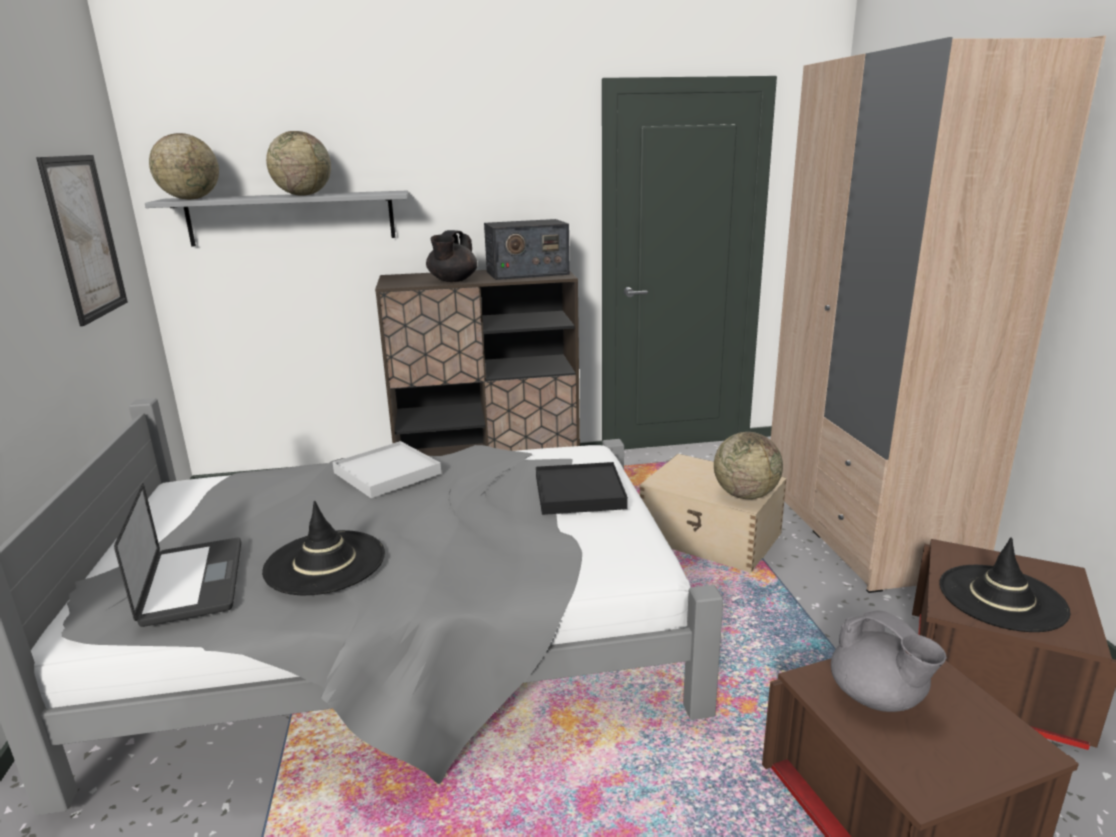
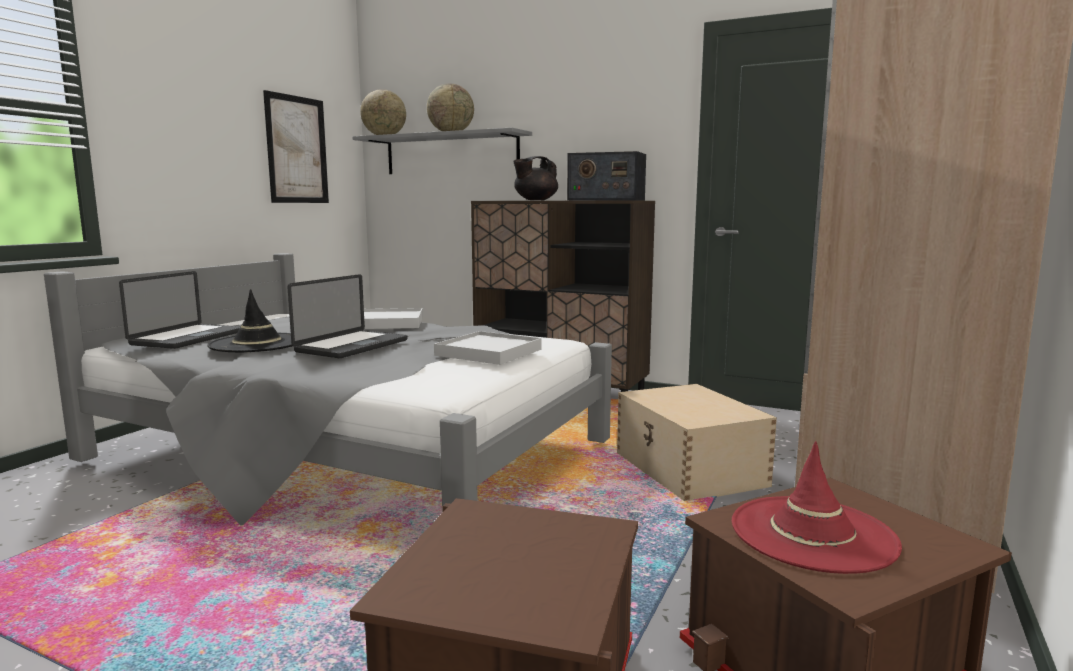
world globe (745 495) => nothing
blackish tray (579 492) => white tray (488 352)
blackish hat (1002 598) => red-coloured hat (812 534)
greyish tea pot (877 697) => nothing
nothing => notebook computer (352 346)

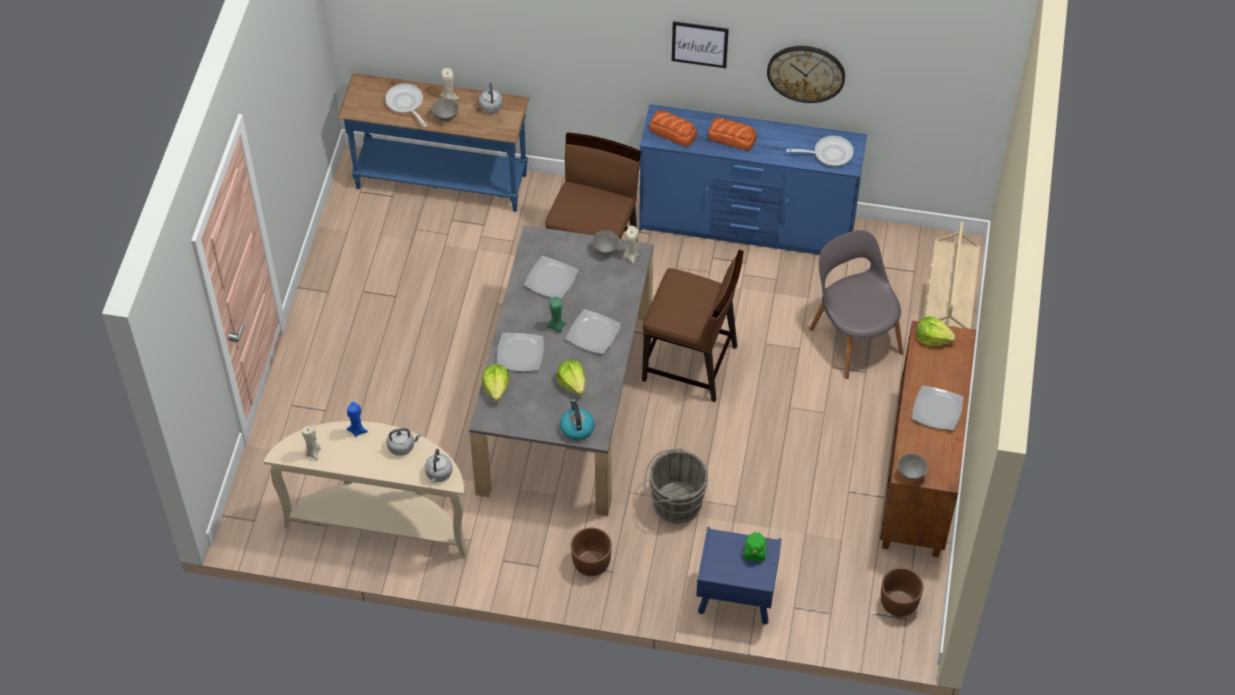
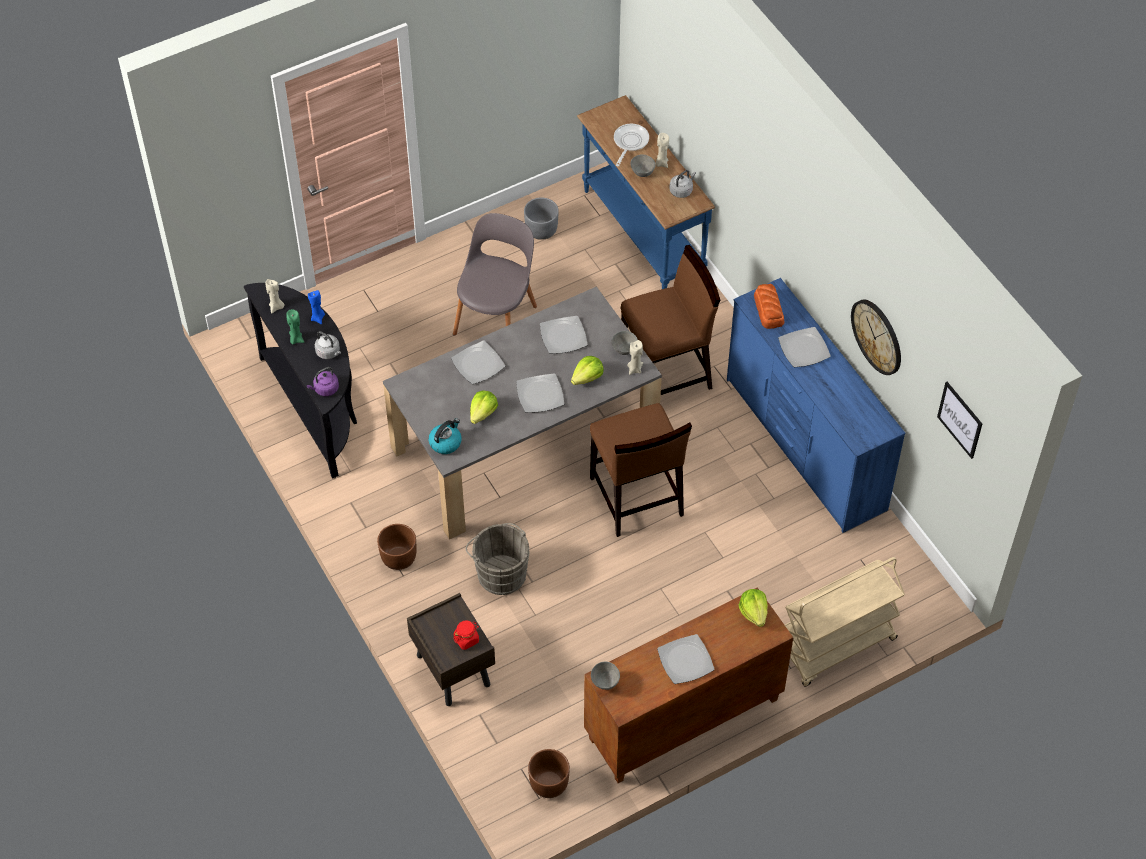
wall picture (699 44) => wall picture (960 419), moved
baked bread (731 137) => plate (804 348)
pan (829 154) => nothing
greyish chair (854 337) => greyish chair (496 317), moved
green-coloured wax candle (556 327) => green-coloured wax candle (296 339), moved
lettuce head (496 388) => lettuce head (587 377), moved
beige-coloured narrow table (381 521) => blackish narrow table (316 408)
greyish tea kettle (438 474) => purple tea kettle (325 389)
blue-coloured night table (735 597) => brownish night table (452 669)
green-coloured jar (754 552) => red-coloured jar (466 639)
nothing => greyish plant pot (541 230)

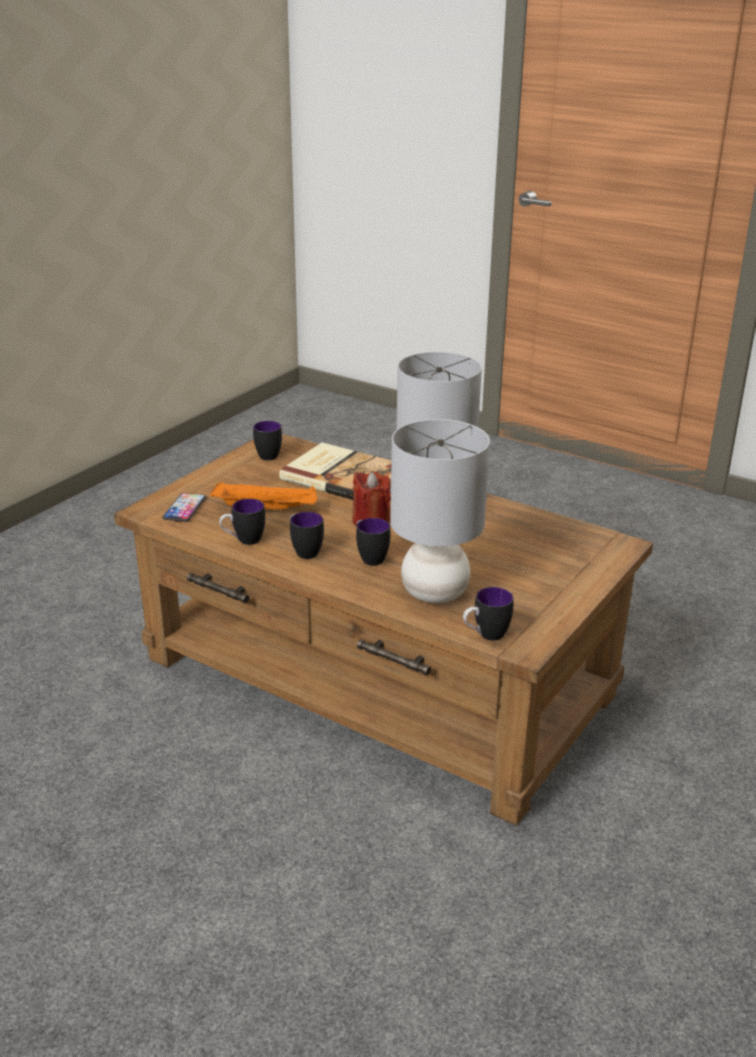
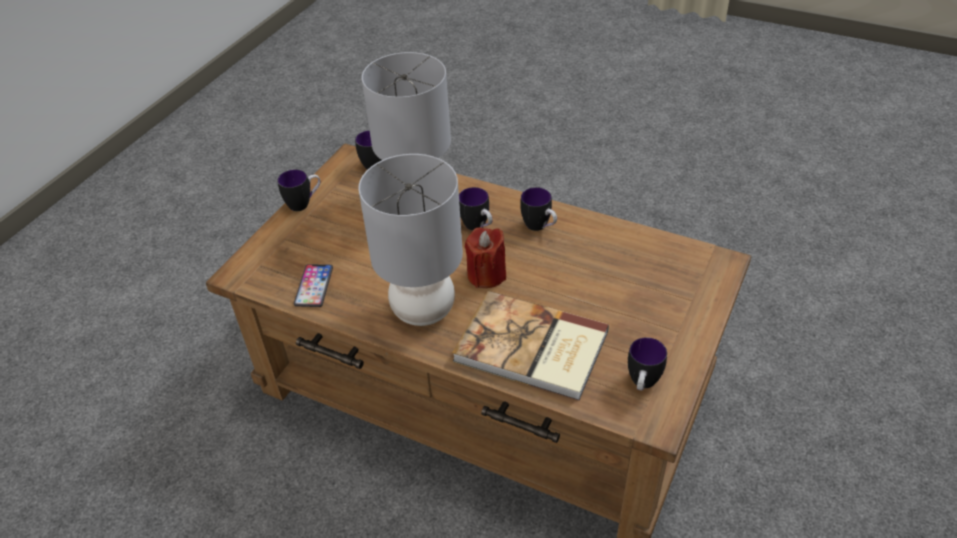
orange-coloured tray (267 511) => nothing
telephone (184 508) => telephone (314 286), moved
mug (243 541) => mug (304 203), moved

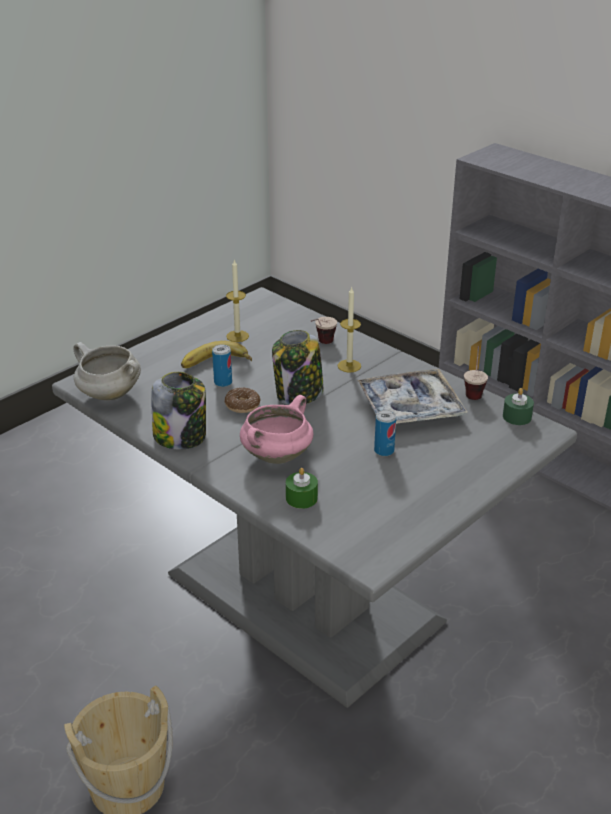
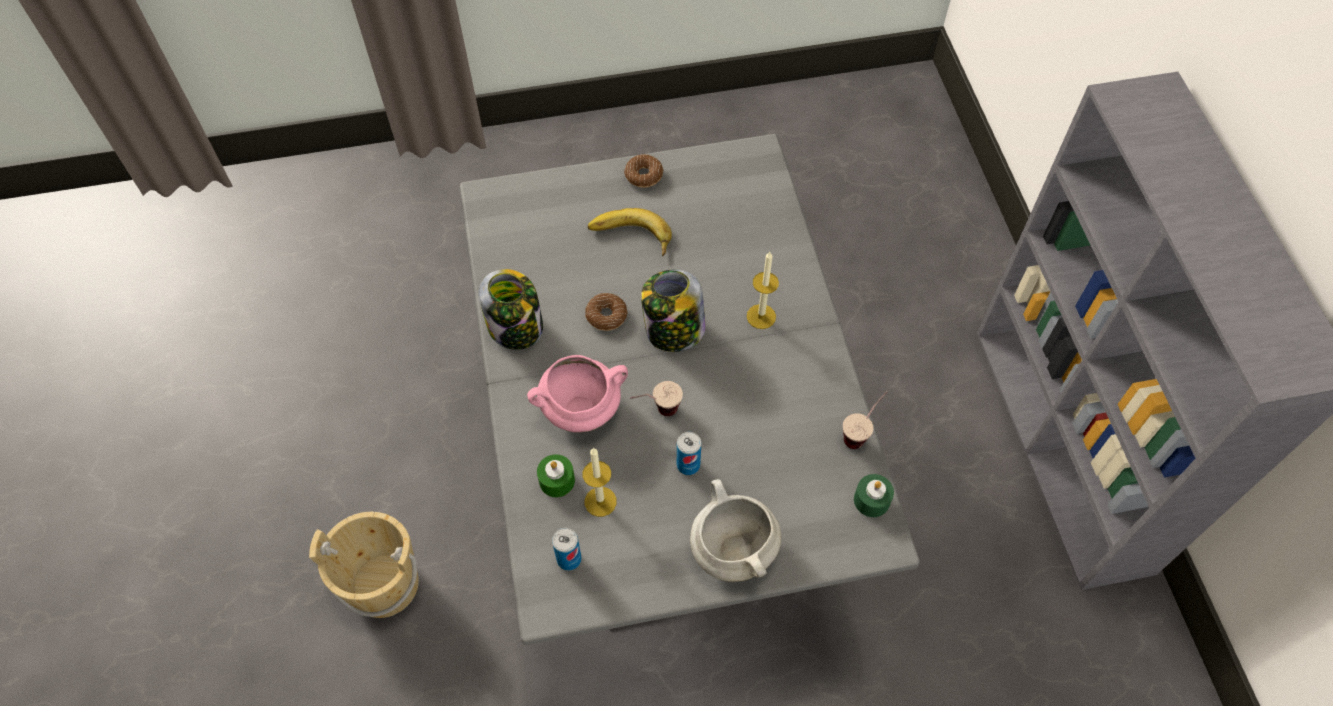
wax candle (237 336) => wax candle (600 501), moved
drinking cup (321 344) => drinking cup (656 412), moved
white saucepot (108 395) => white saucepot (732 549), moved
sealed can (223 382) => sealed can (569 559), moved
tray (410 407) => nothing
nothing => donut (644 175)

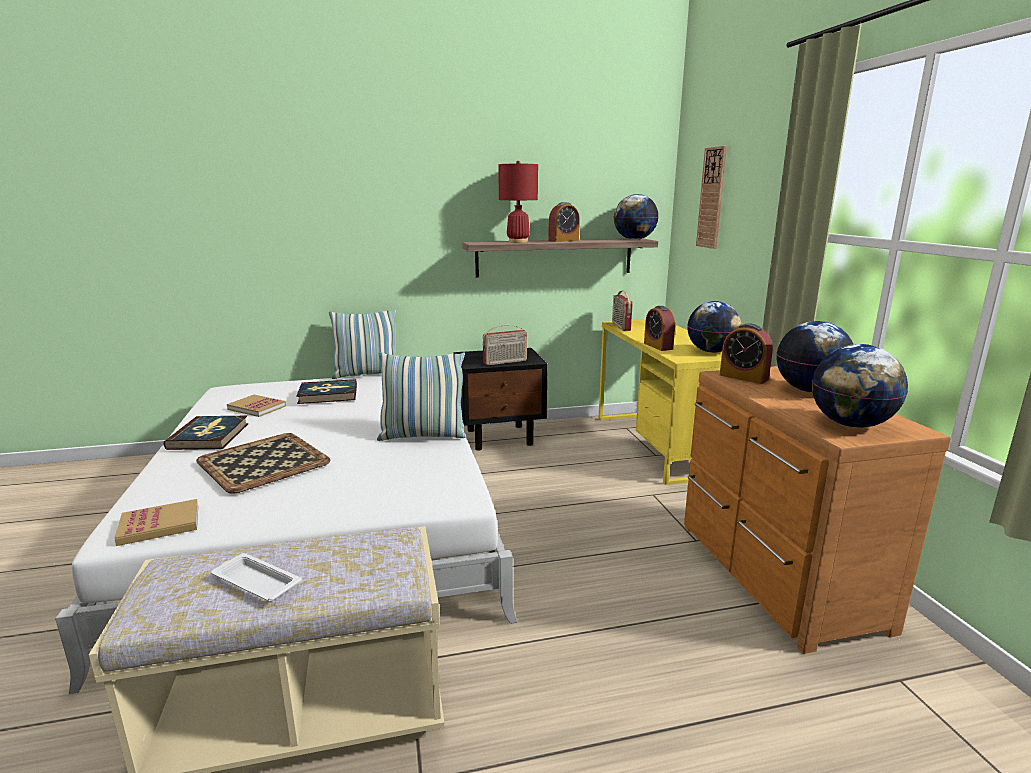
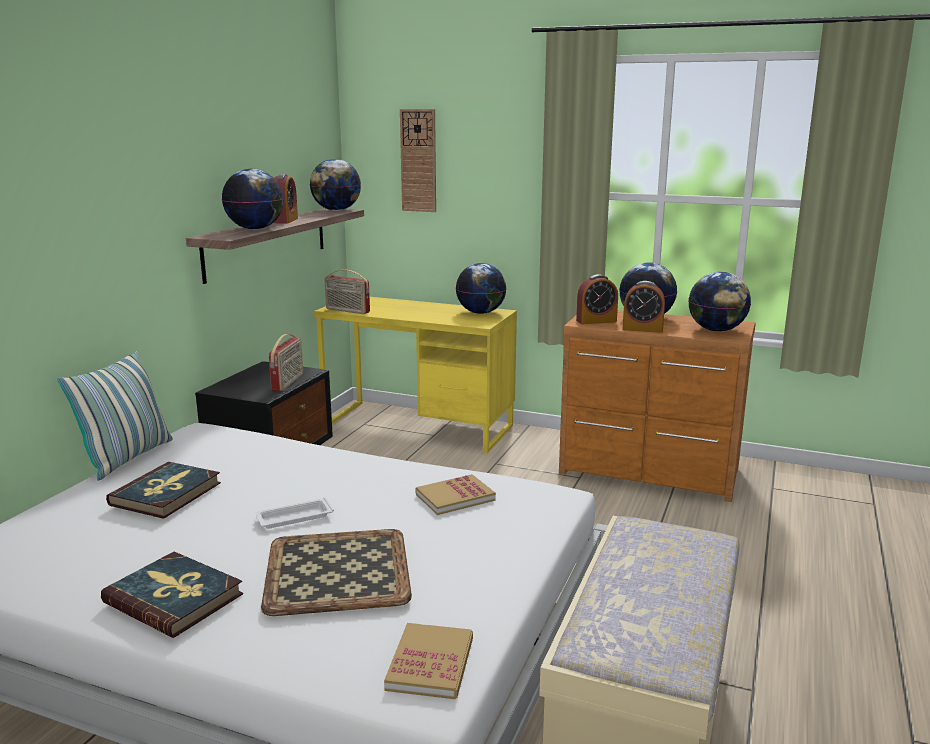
red-coloured lamp for a table (518 242) => world globe (255 229)
bedside clock (658 346) => bedside clock (642 329), moved
throw pillow (422 436) => nothing
book (257 408) => book (455 497), moved
white tray (255 582) => white tray (293 518), moved

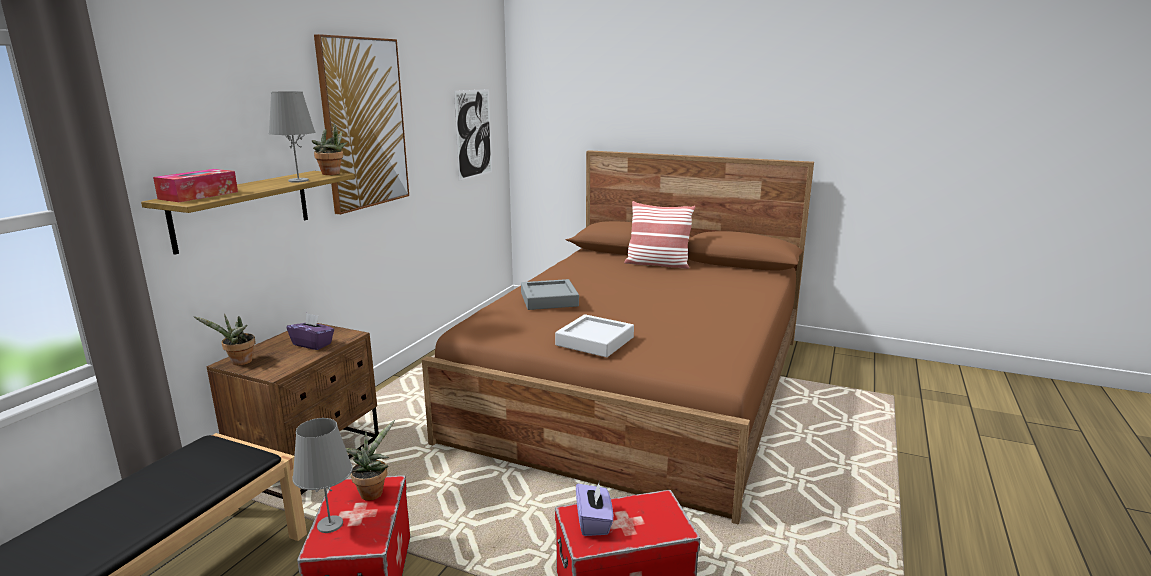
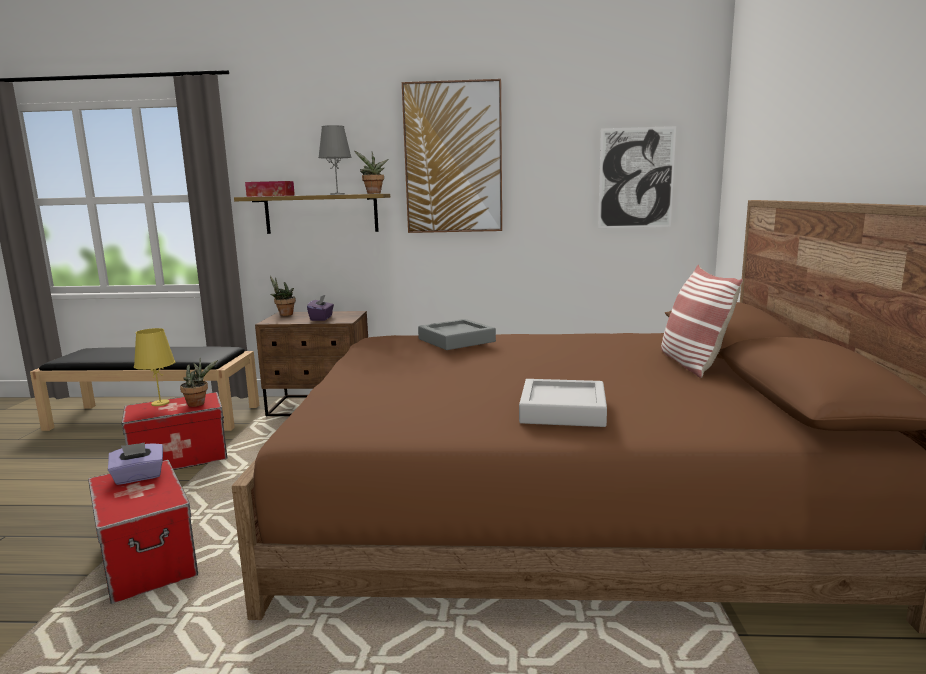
greyish tray (595 341) => greyish tray (563 410), moved
greyish lamp for a table (330 525) => yellowish lamp for a table (160 403)

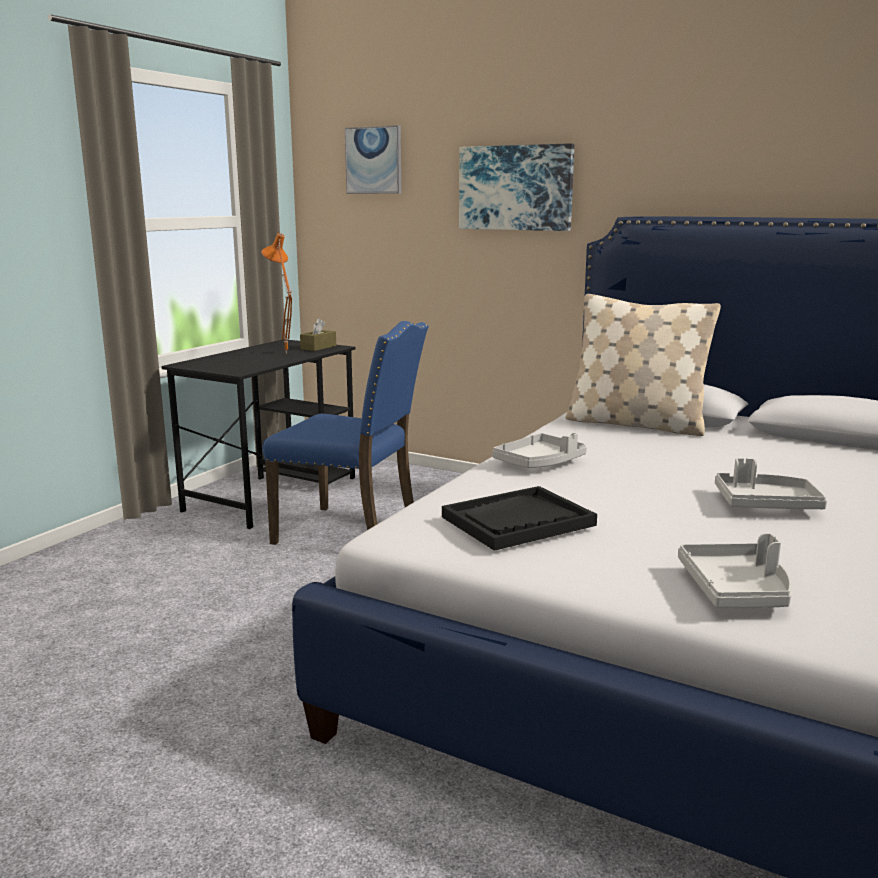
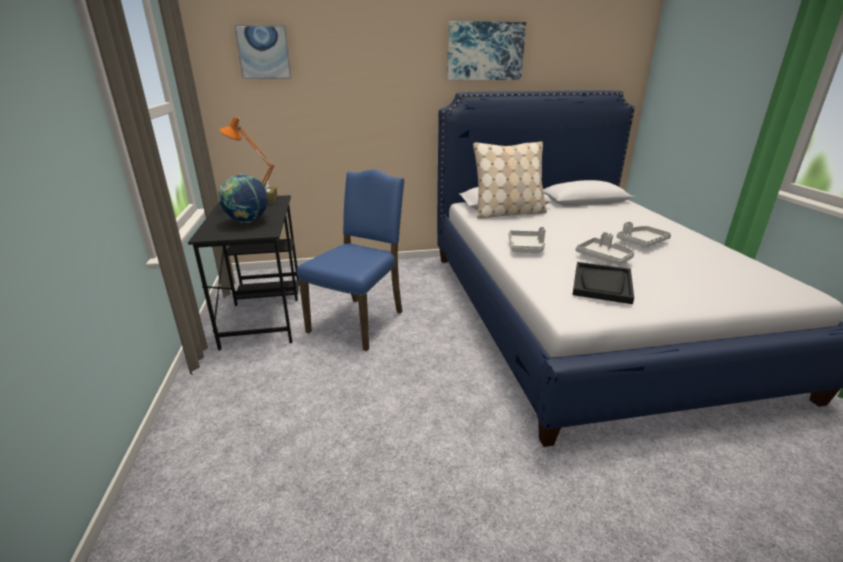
wall picture (516 188) => wall picture (485 51), moved
blue-coloured chair (351 533) => blue-coloured chair (359 321), 45 degrees counterclockwise
greyish tray (736 590) => greyish tray (604 257), moved
nothing => world globe (247 222)

